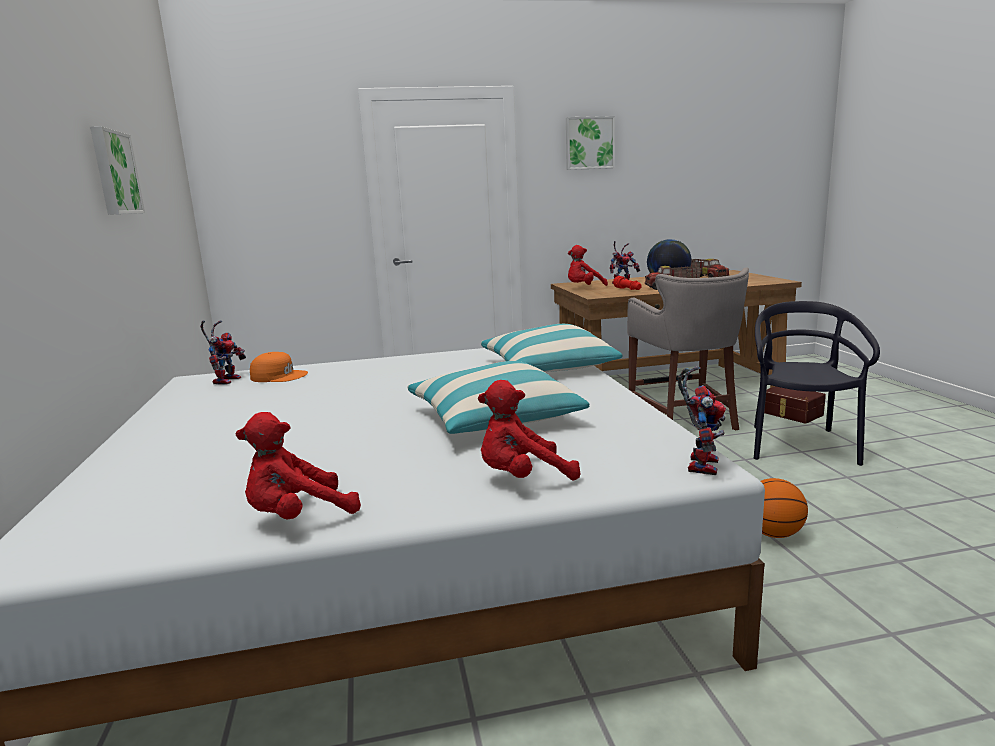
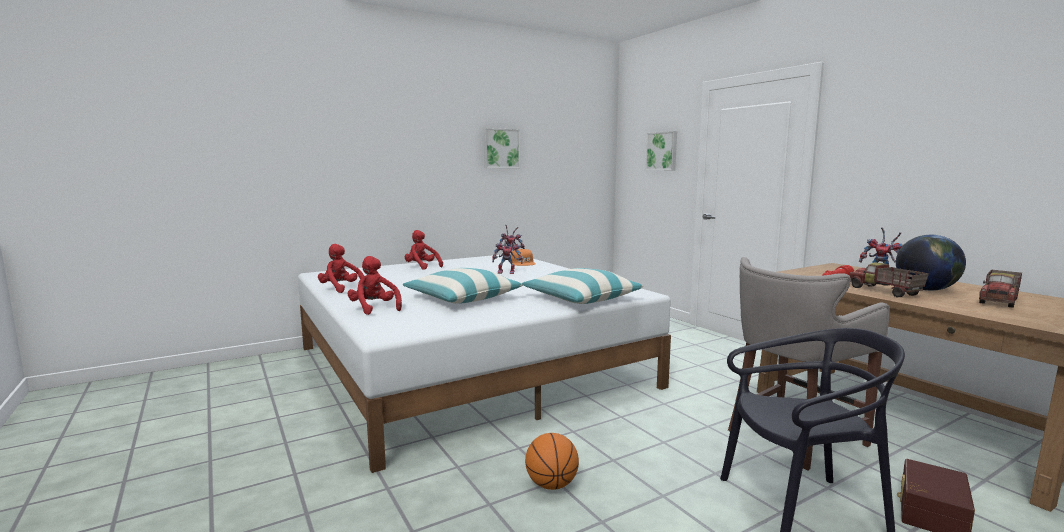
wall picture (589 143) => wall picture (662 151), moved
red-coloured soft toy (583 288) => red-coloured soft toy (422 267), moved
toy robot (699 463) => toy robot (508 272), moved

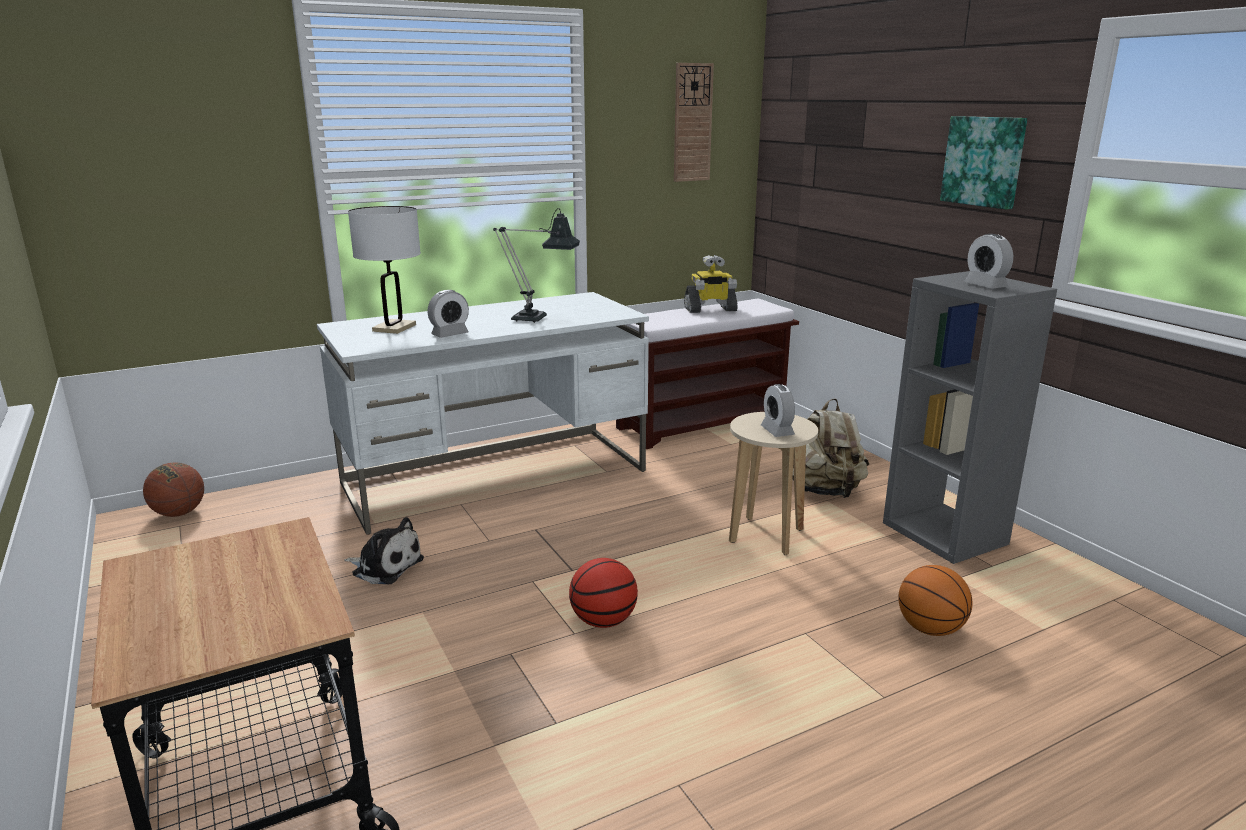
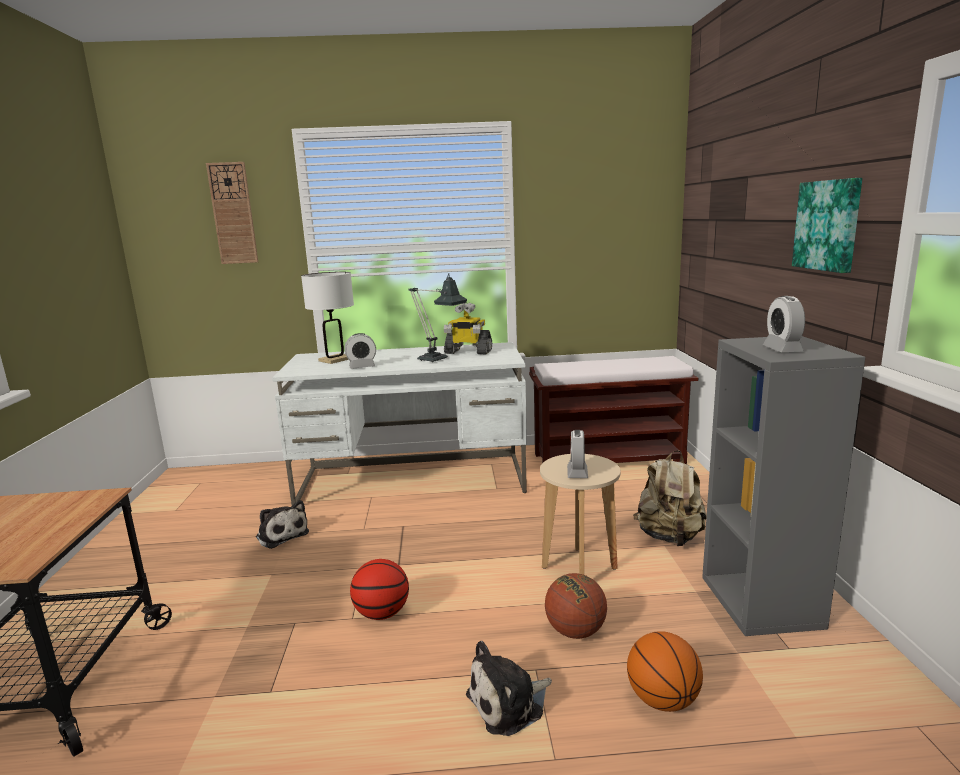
clock on the wall (692 123) => clock on the wall (233 213), moved
toy robot (710 309) => toy robot (468 352), moved
ball for basketball (179 513) => ball for basketball (575 631), moved
nothing => soft toy (509 703)

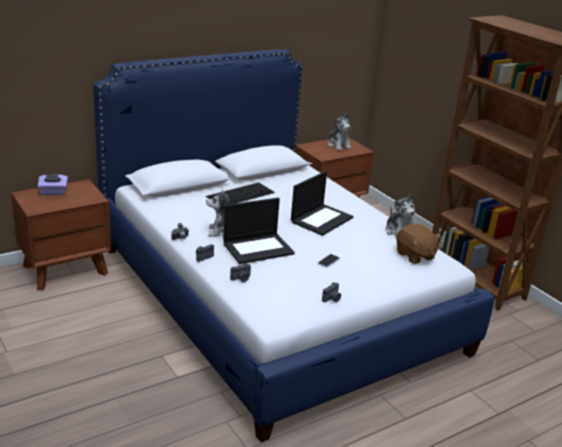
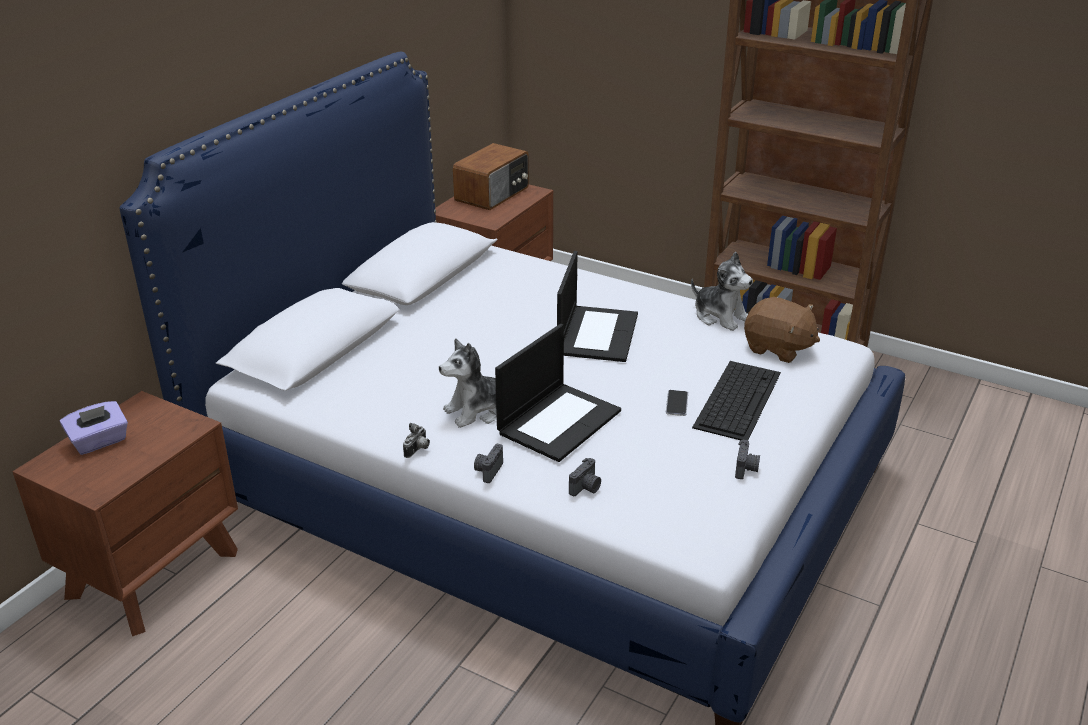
soft toy (338 145) => radio receiver (493 194)
computer keyboard (241 194) => computer keyboard (737 398), moved

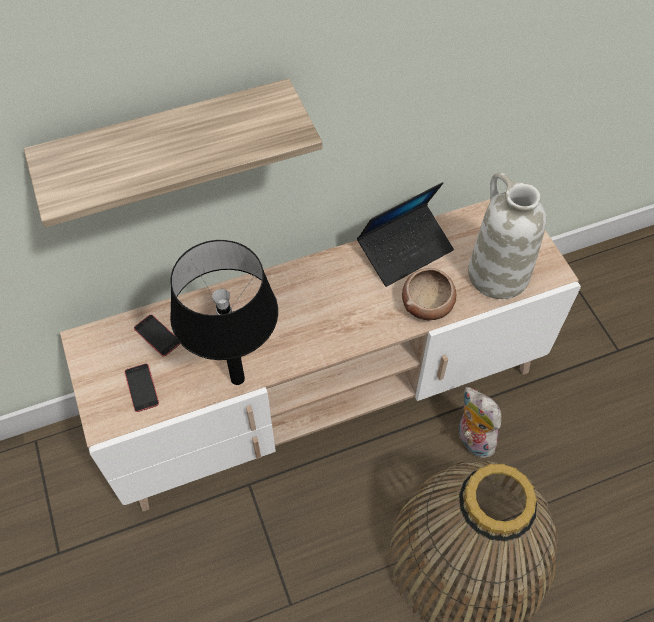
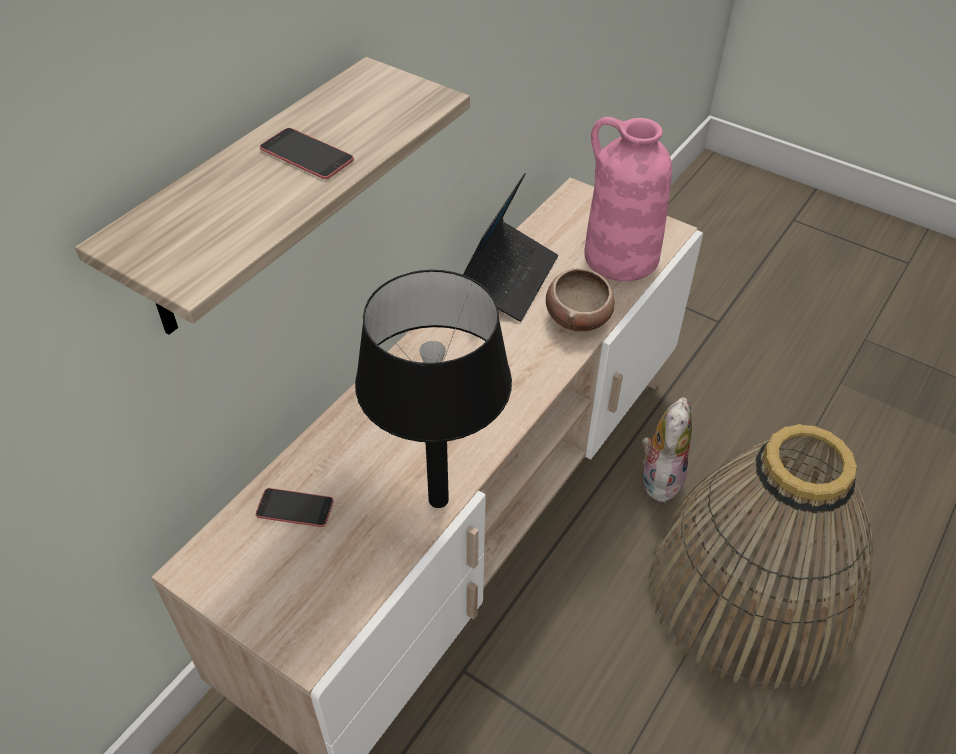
white flower vase (497 274) => pinkish flower vase (619 257)
telephone (141 387) => telephone (306 154), moved
soft toy (472 439) => soft toy (659 477), 90 degrees clockwise

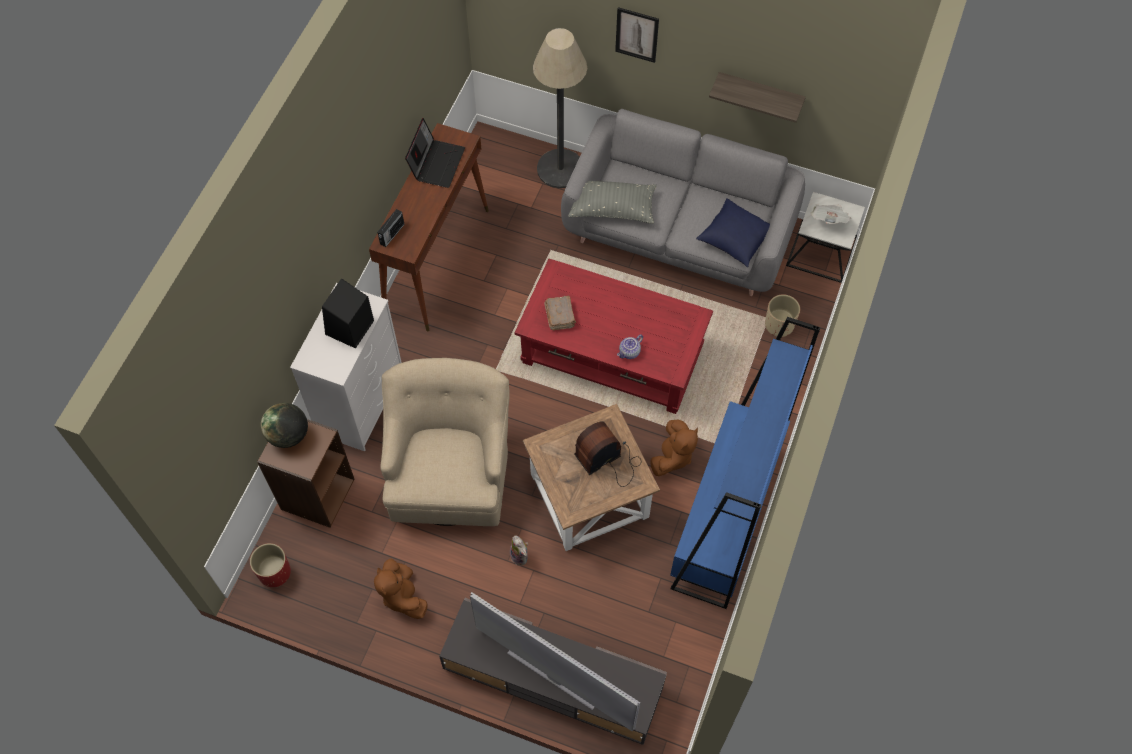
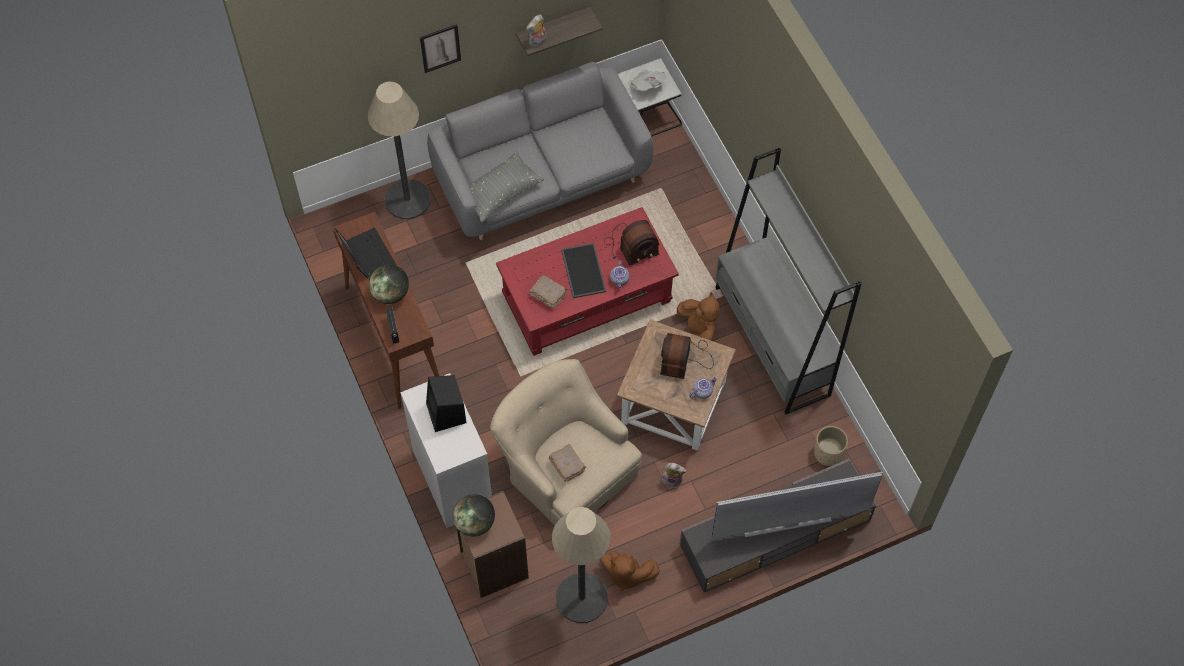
blue-coloured throw pillow (735 240) => nothing
beige-coloured plant pot (779 325) => beige-coloured plant pot (828 453), moved
blue-coloured bookcase (725 519) => greyish bookcase (772 341)
red-coloured plant pot (274 572) => nothing
nothing => soft toy (537 42)
nothing => radio receiver (630 247)
nothing => tray (582 270)
nothing => world globe (390 294)
nothing => tea pot (702 391)
nothing => brownish book (567 465)
nothing => floor lamp (581 598)

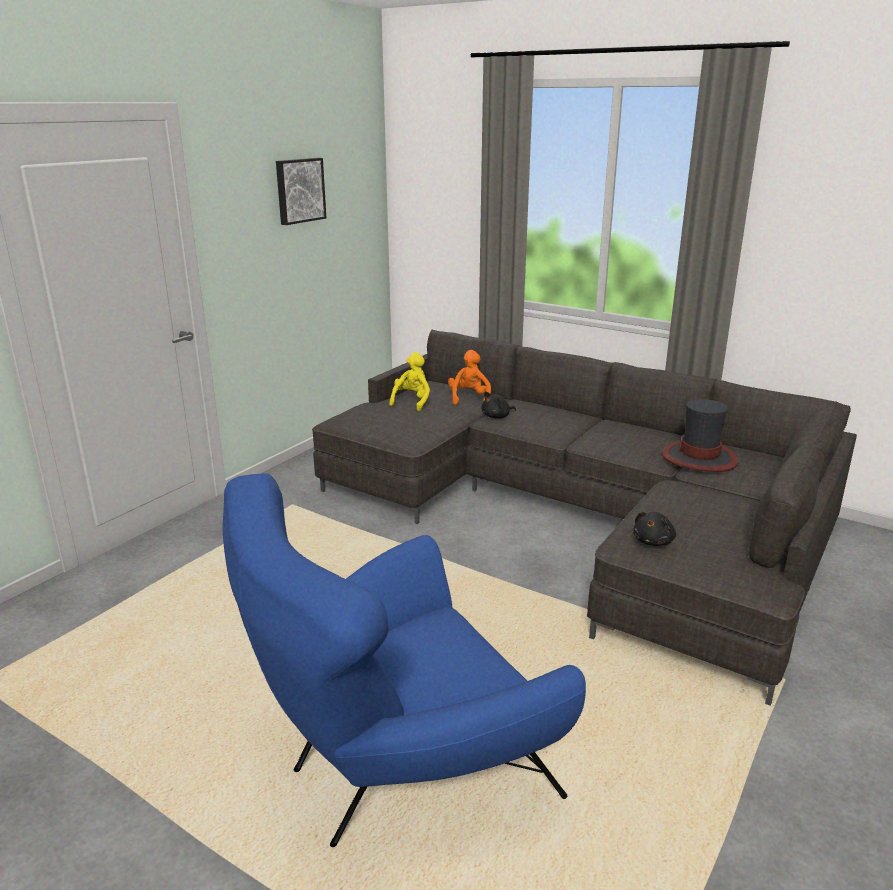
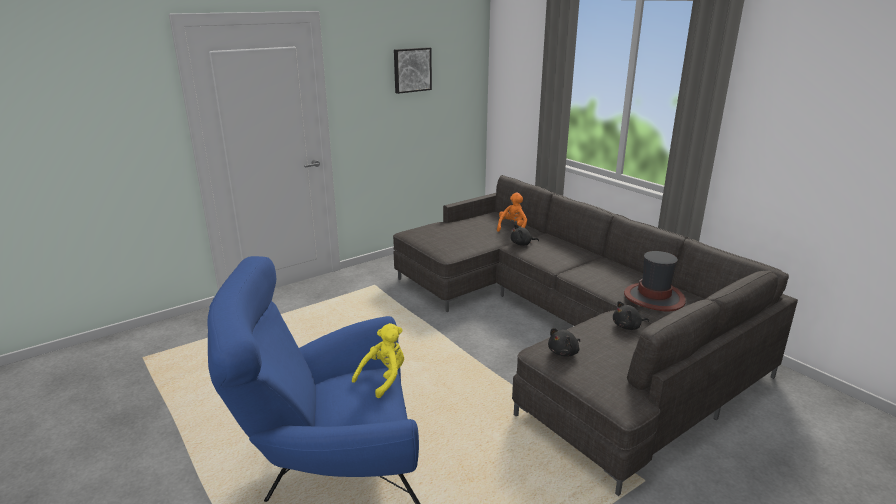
yellowish soft toy (412 402) => yellowish soft toy (384 378), moved
nothing => blackish soft toy (628 326)

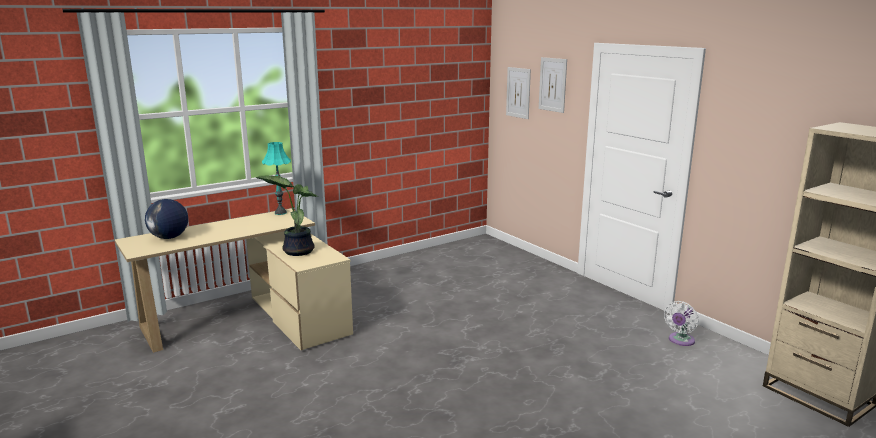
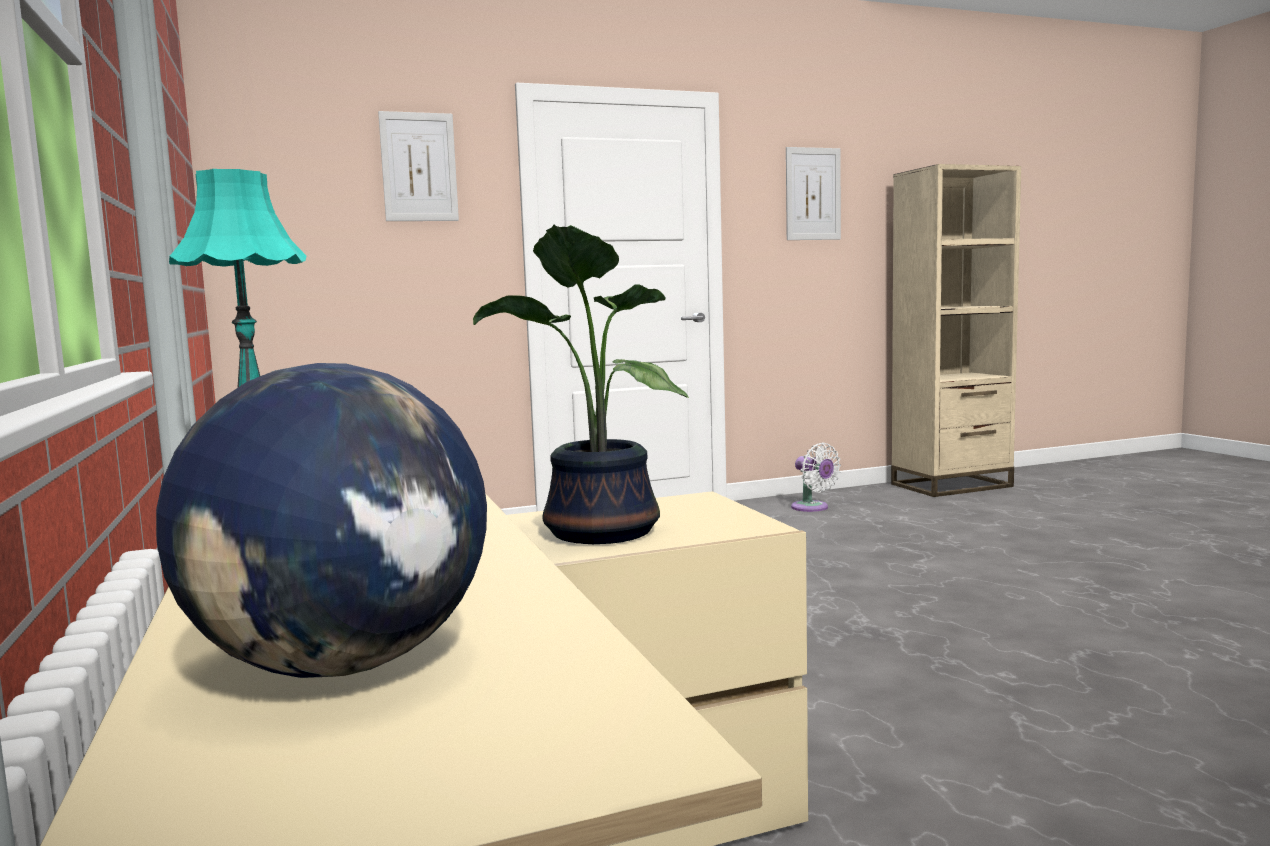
wall picture (518 92) => wall picture (813 194), moved

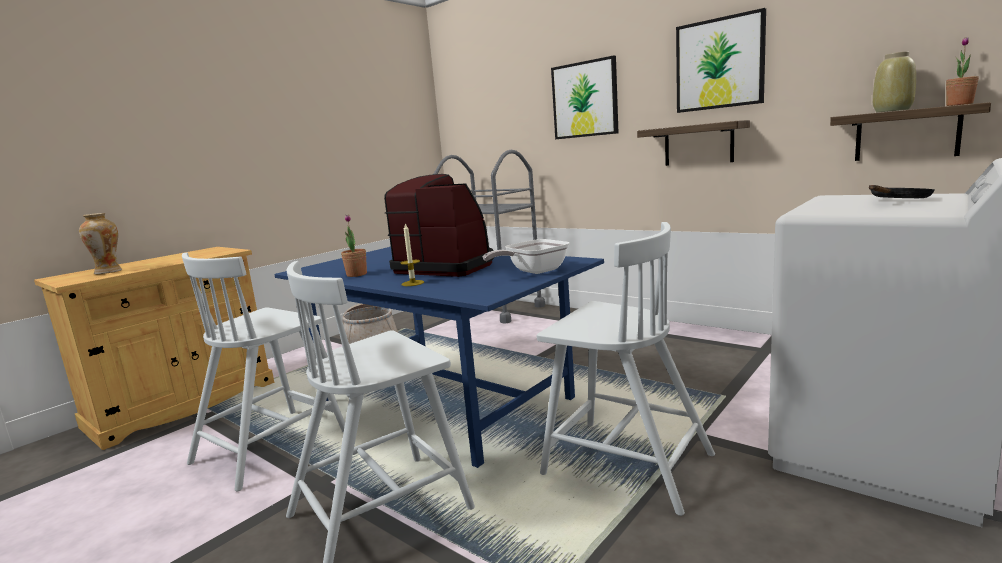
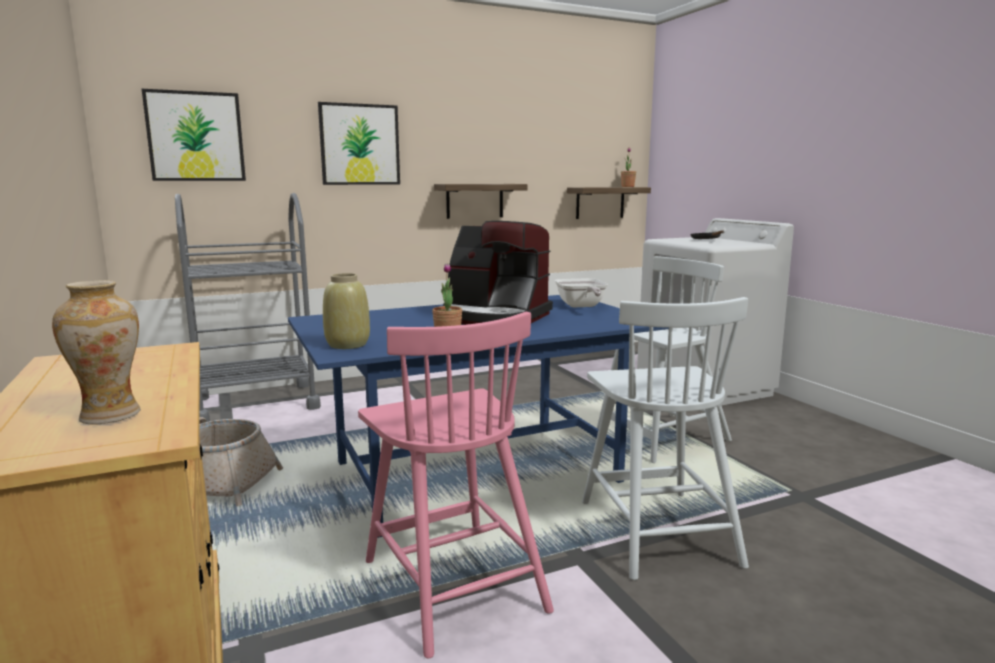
wall picture (719 64) => wall picture (195 136), moved
beige-coloured flower vase (892 111) => beige-coloured flower vase (348 345), moved
coffee machine (446 266) => coffee machine (495 317), 120 degrees counterclockwise
wax candle (412 283) => nothing
white chair (272 445) => pinkish chair (452 582)

